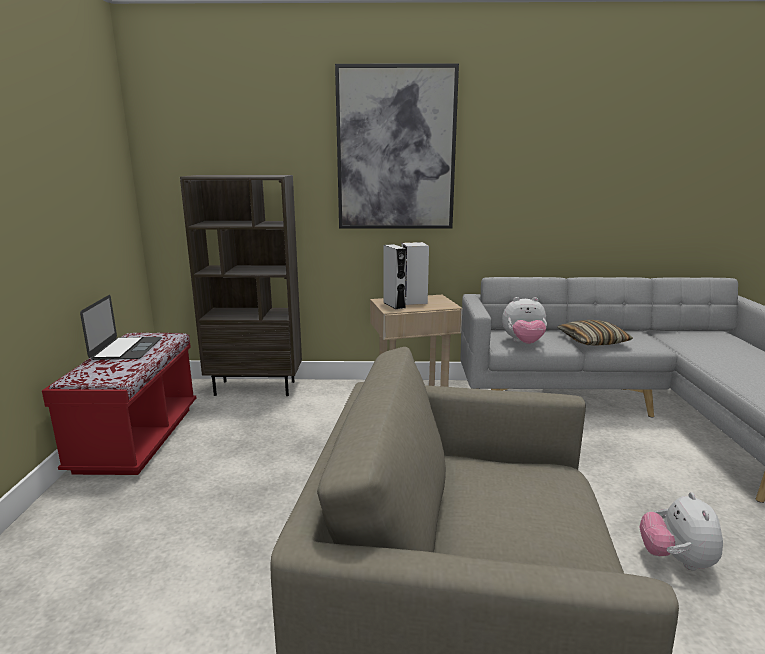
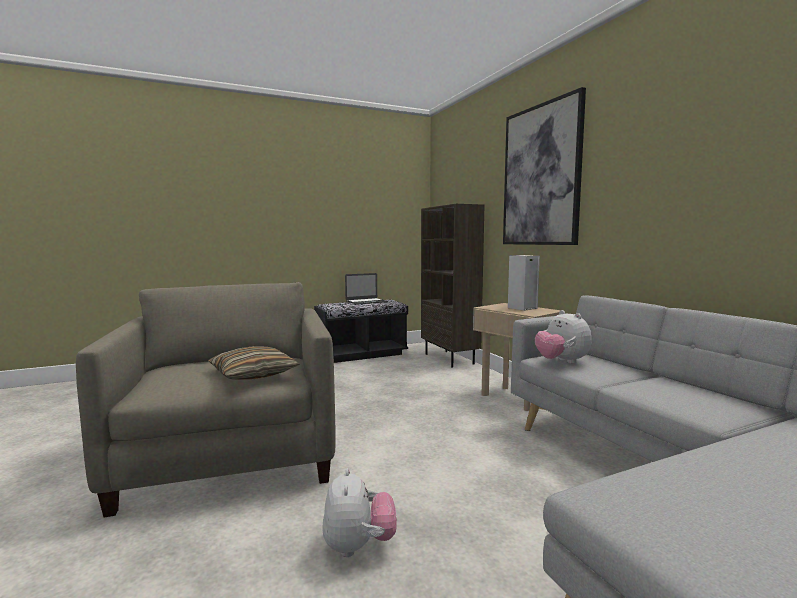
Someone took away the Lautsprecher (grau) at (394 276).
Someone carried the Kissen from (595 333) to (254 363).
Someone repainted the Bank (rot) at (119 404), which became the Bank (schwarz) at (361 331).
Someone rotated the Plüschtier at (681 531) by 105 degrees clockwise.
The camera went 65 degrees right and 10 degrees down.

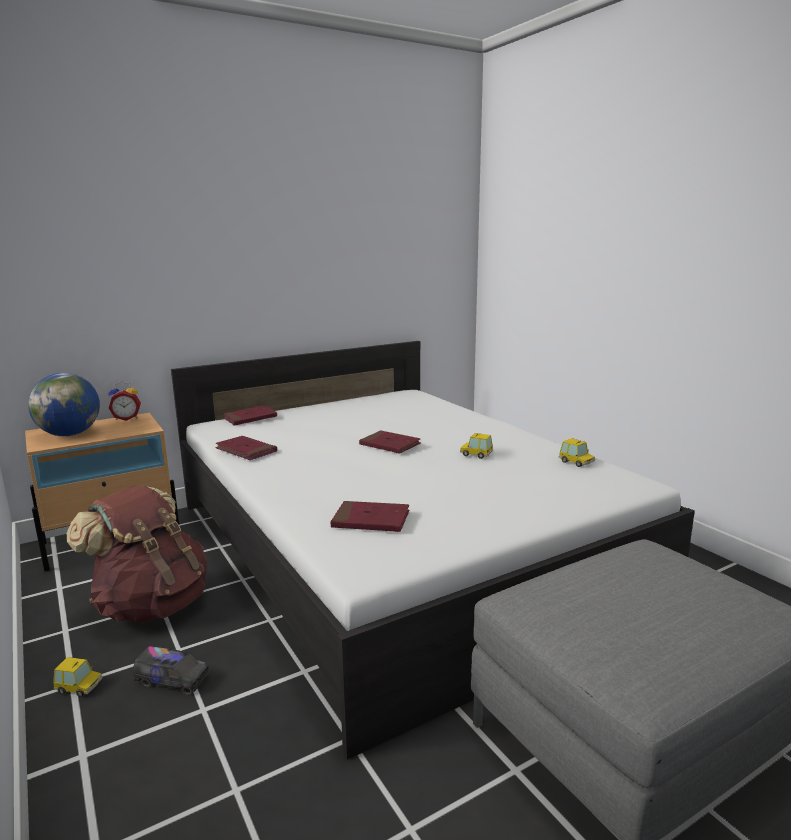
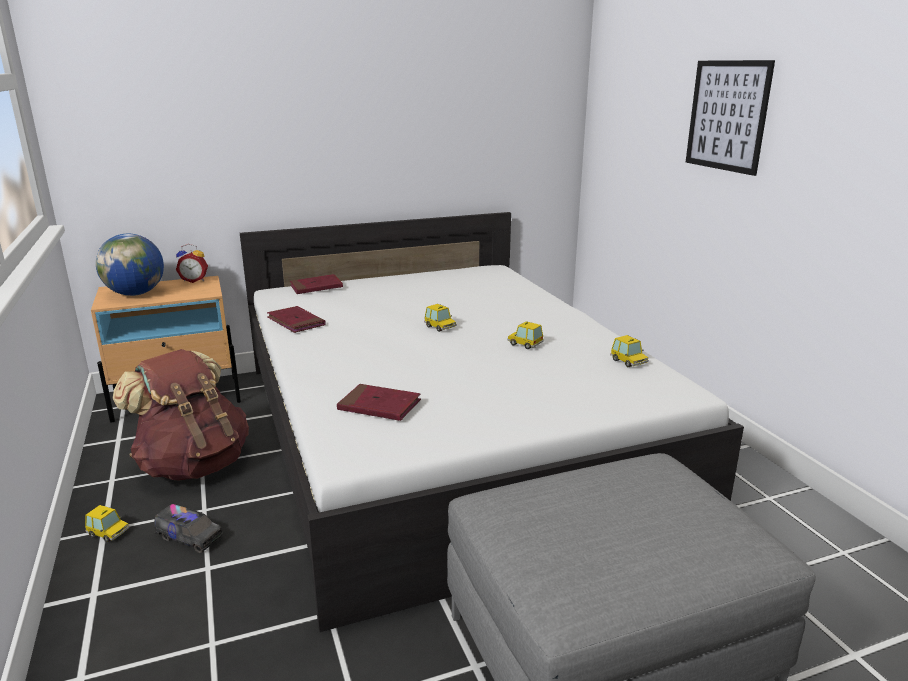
Someone put up the Bild at (730 118).
Someone swapped the Buch (rot) at (390 441) for the Spielzeugauto at (440 318).
The camera went 10 degrees right and 5 degrees up.

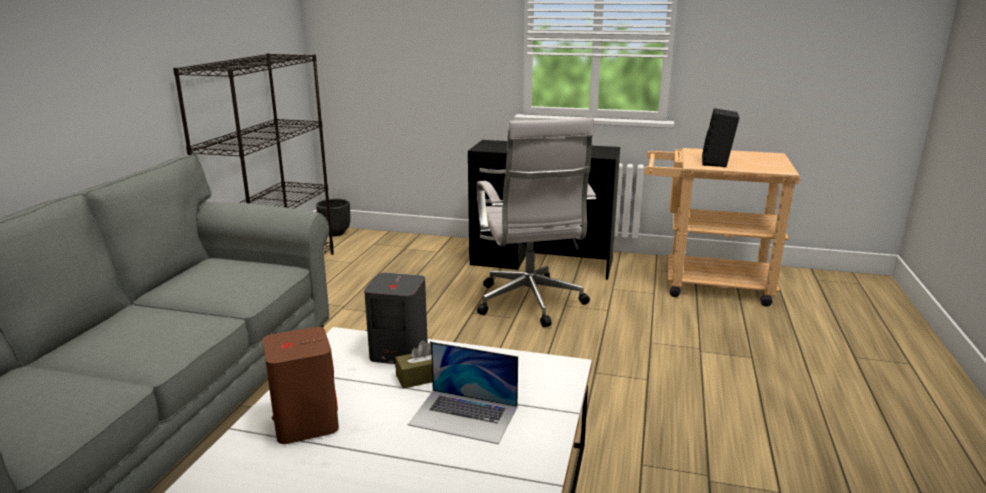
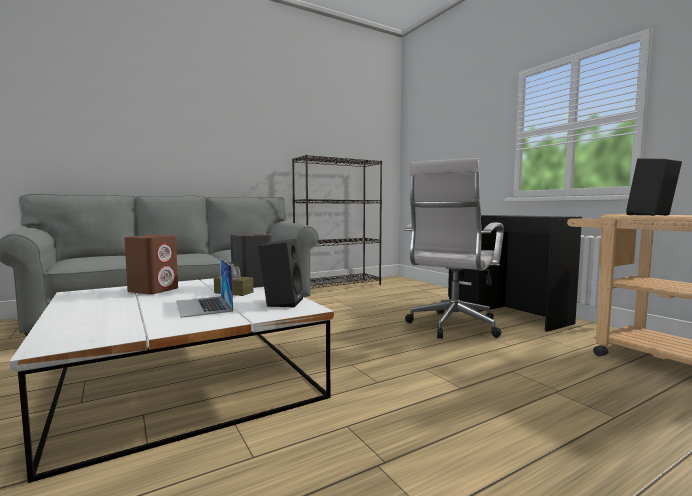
Someone took away the Pflanzkübel (schwarz) at (333 217).
Someone put down the Lautsprecher (schwarz) at (281 273).
The camera went 45 degrees right and 15 degrees down.

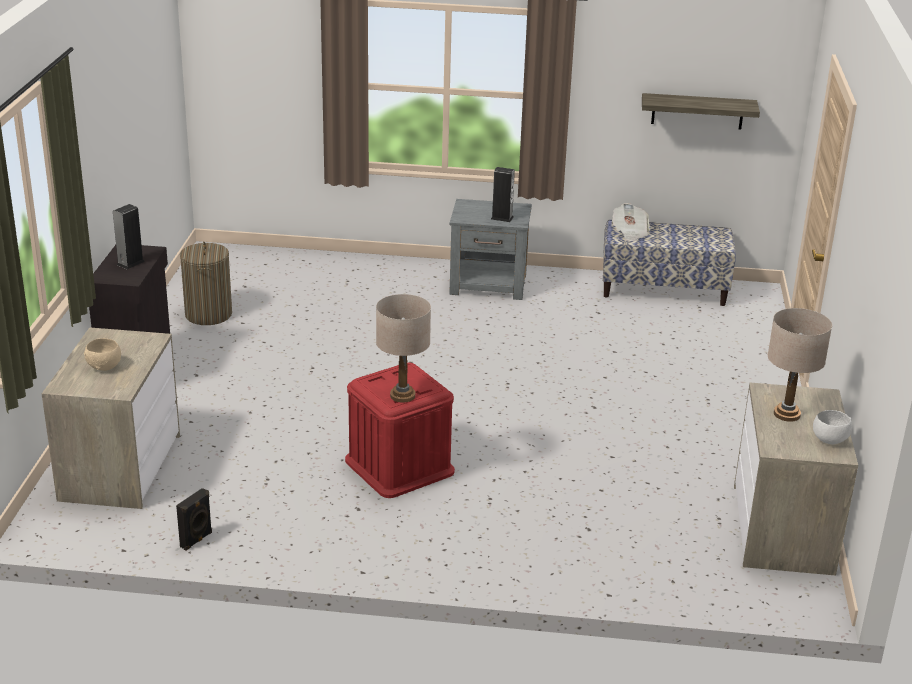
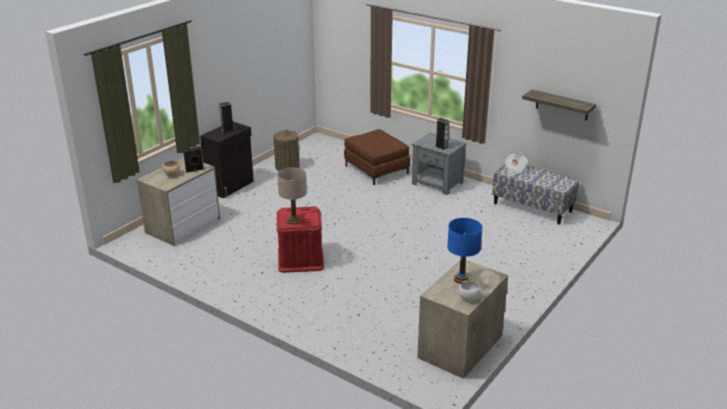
Someone put down the Polsterhocker (braun) at (377 157).
Someone carried the Lautsprecher (schwarz) from (194 519) to (193 159).
Someone repainted the Tischlampe (beige) at (800 365), which became the Tischlampe (blau) at (465 251).
The camera went 30 degrees right and 0 degrees up.

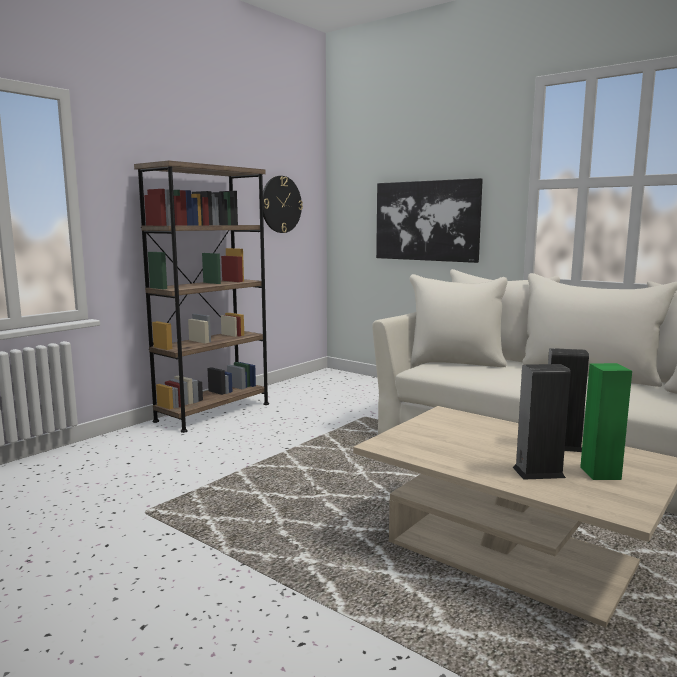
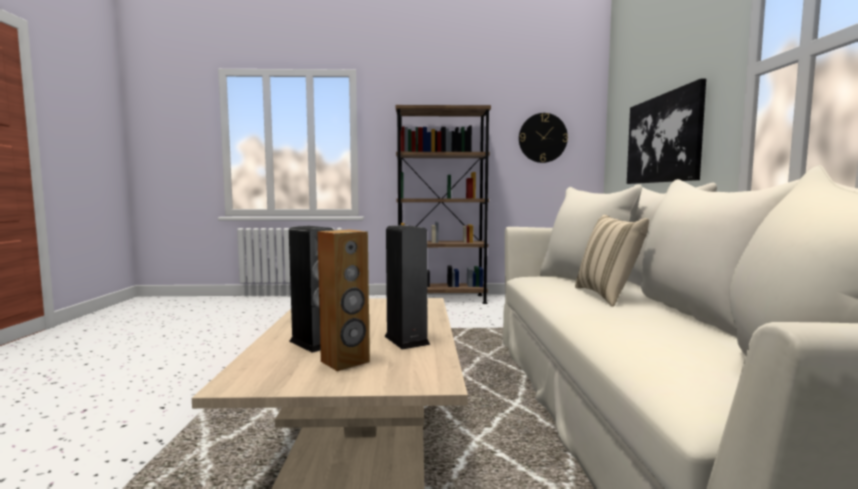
Someone put down the Kissen (beige) at (612 261).
Someone repainted the Lautsprecher (grün) at (606 421), which became the Lautsprecher (braun) at (343 300).
The camera went 50 degrees right and 5 degrees down.

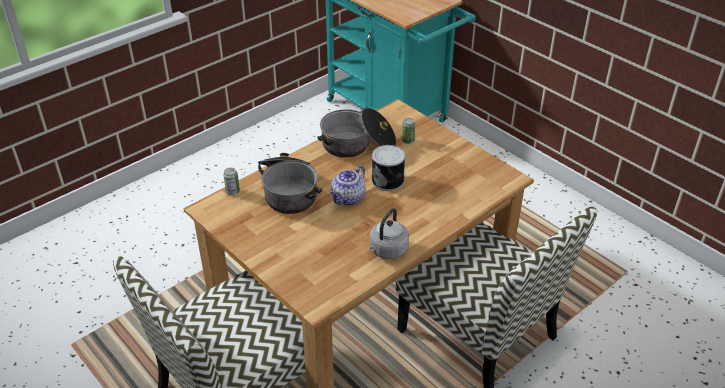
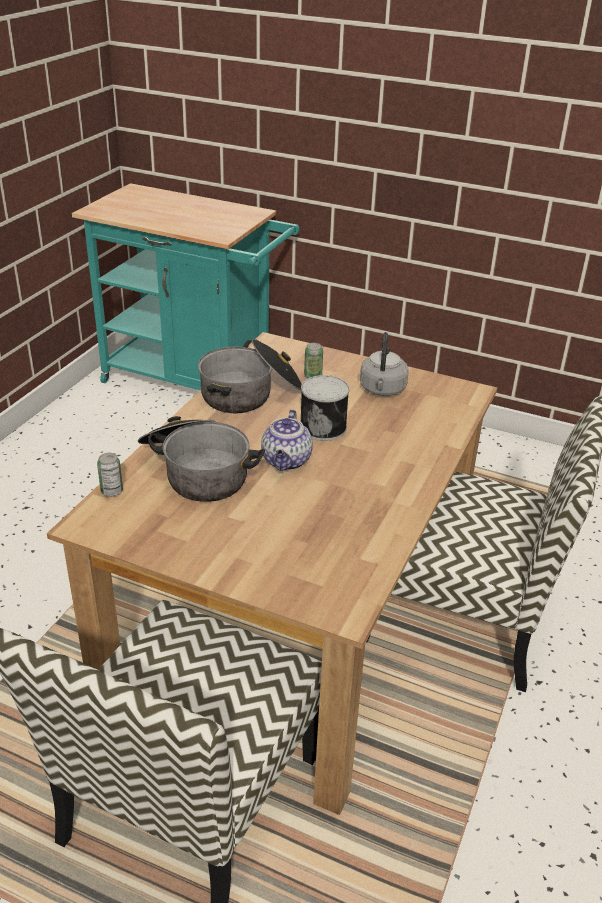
Someone carried the Wasserkessel (grau) from (389 233) to (384 364).
The camera went 25 degrees left and 5 degrees down.

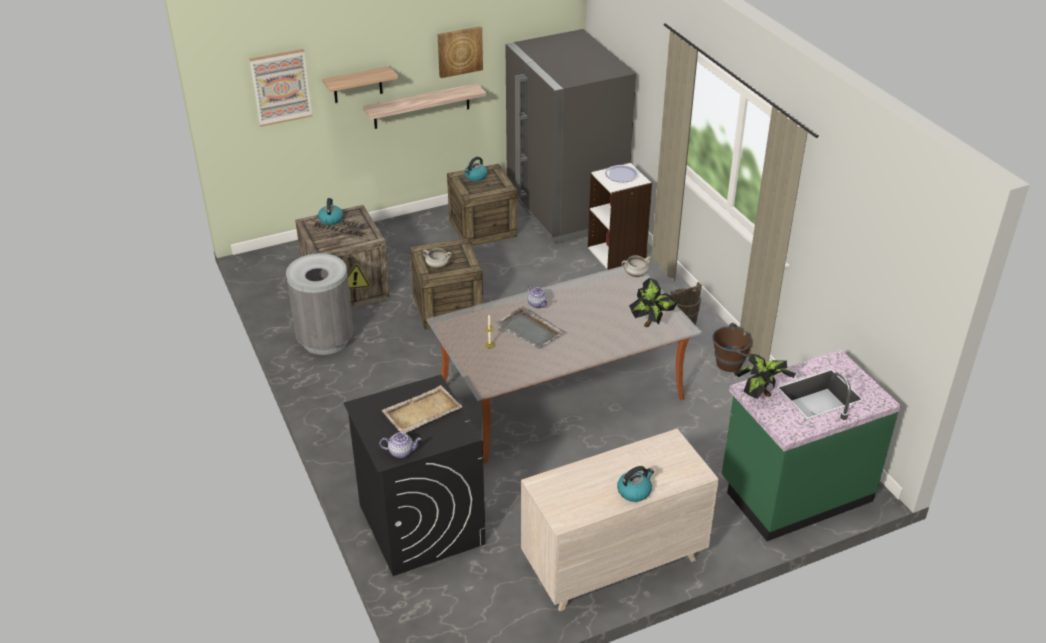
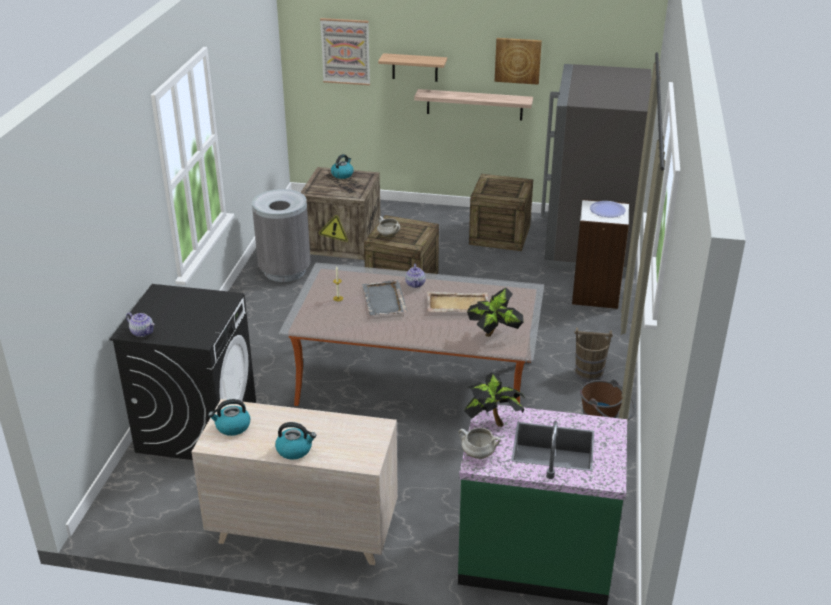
Someone carried the Tablett (beige) from (422 409) to (457 301).
Someone carried the Wasserkessel from (475 169) to (229 417).
Someone carried the Kochtopf (weiß) from (637 266) to (479 443).
The camera went 35 degrees right and 5 degrees down.

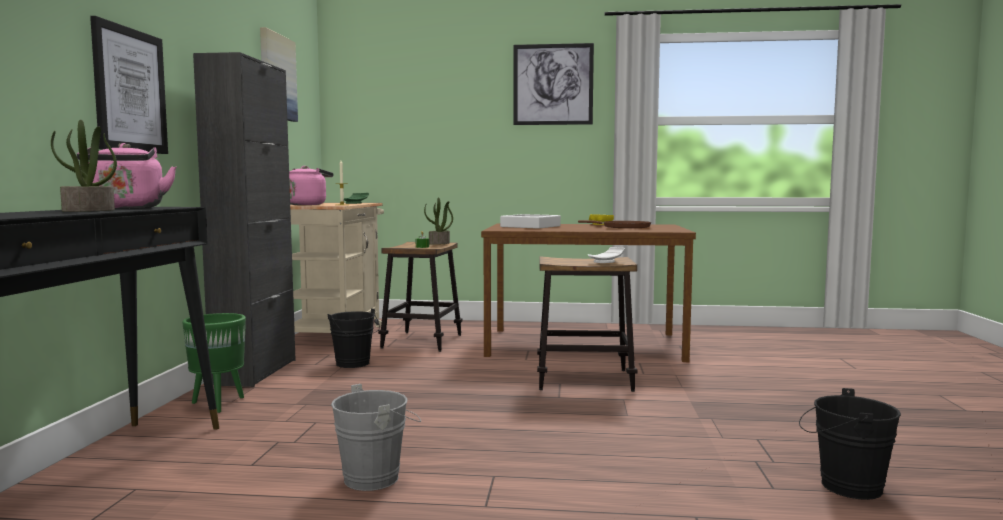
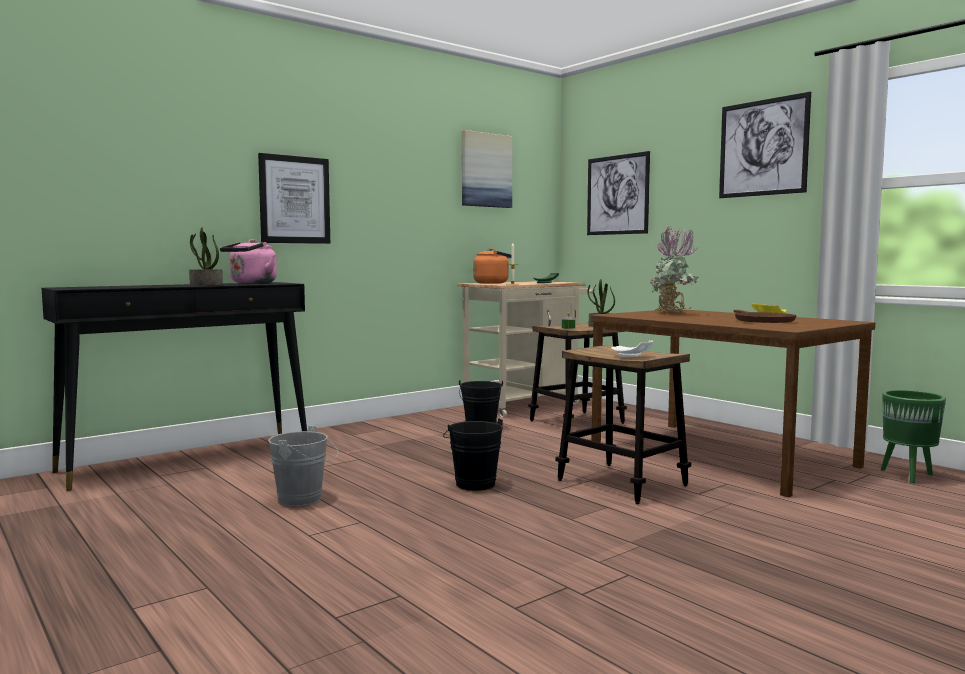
Someone took away the Schrank (schwarz) at (244 219).
Someone put up the Bild at (618 193).
Someone carried the Pflanzkübel (grün) from (214 363) to (913 437).
Someone carried the Eimer (schwarz) from (850 444) to (473 454).
Someone swapped the Tablett (weiß) at (530 221) for the Topfpflanze at (674 269).
Someone repainted the Wasserkessel (rosa) at (311 185), which became the Wasserkessel (orange) at (492 266).
The camera went 45 degrees right and 0 degrees up.

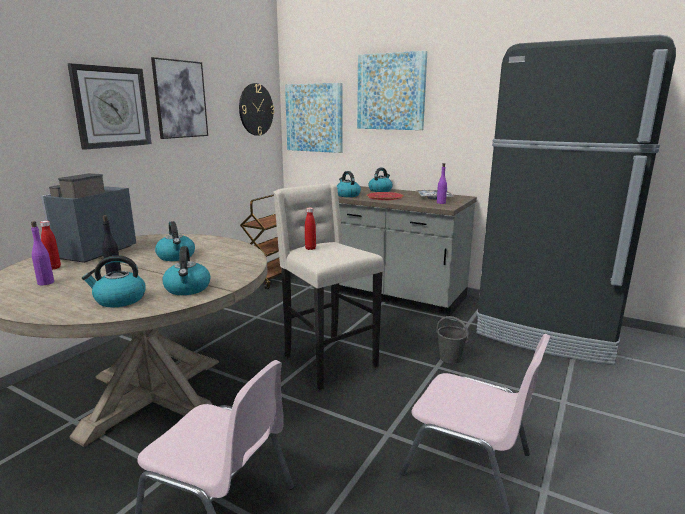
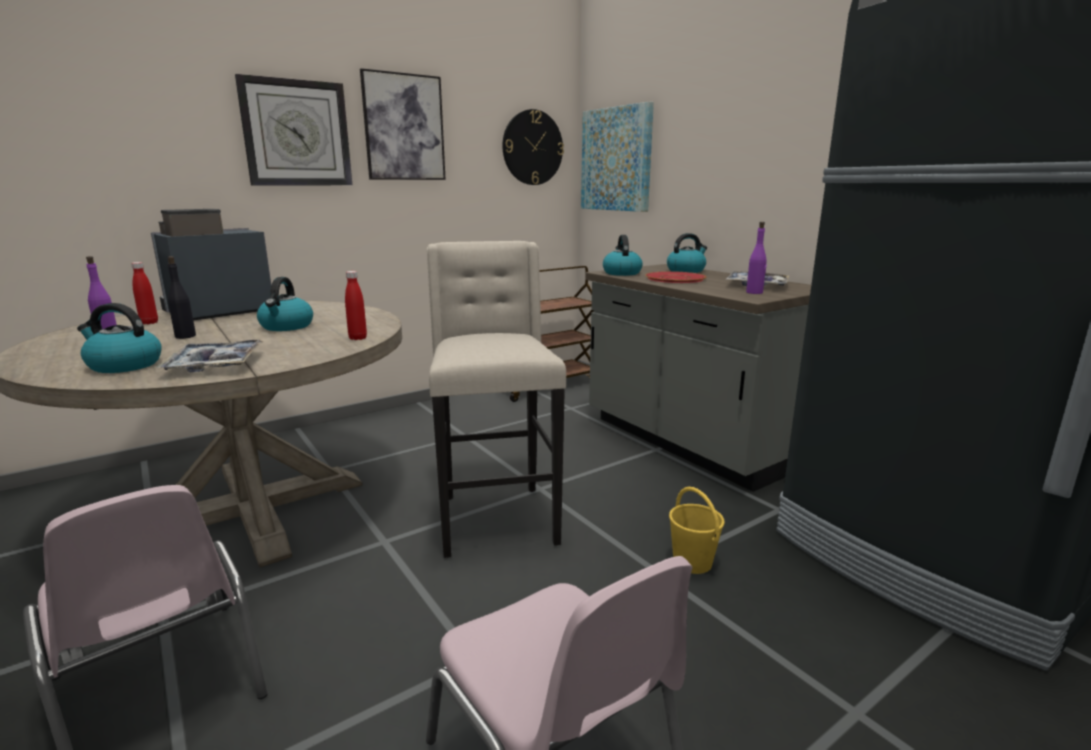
Someone took away the Bild at (392 90).
Someone carried the Flasche (rot) from (310 229) to (356 305).
Someone swapped the Wasserkessel at (186 270) for the Tablett at (210 356).
Someone repainted the Eimer (grau) at (452 340), which became the Eimer (gelb) at (697 530).
The camera went 25 degrees right and 0 degrees up.

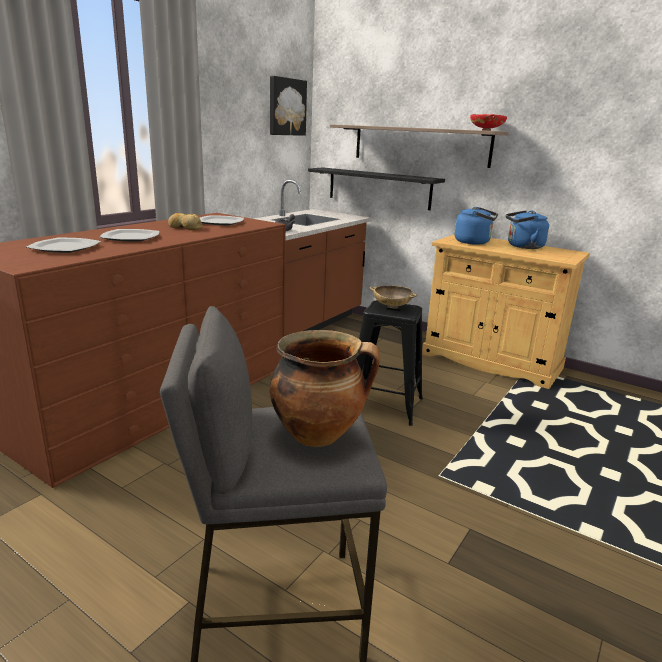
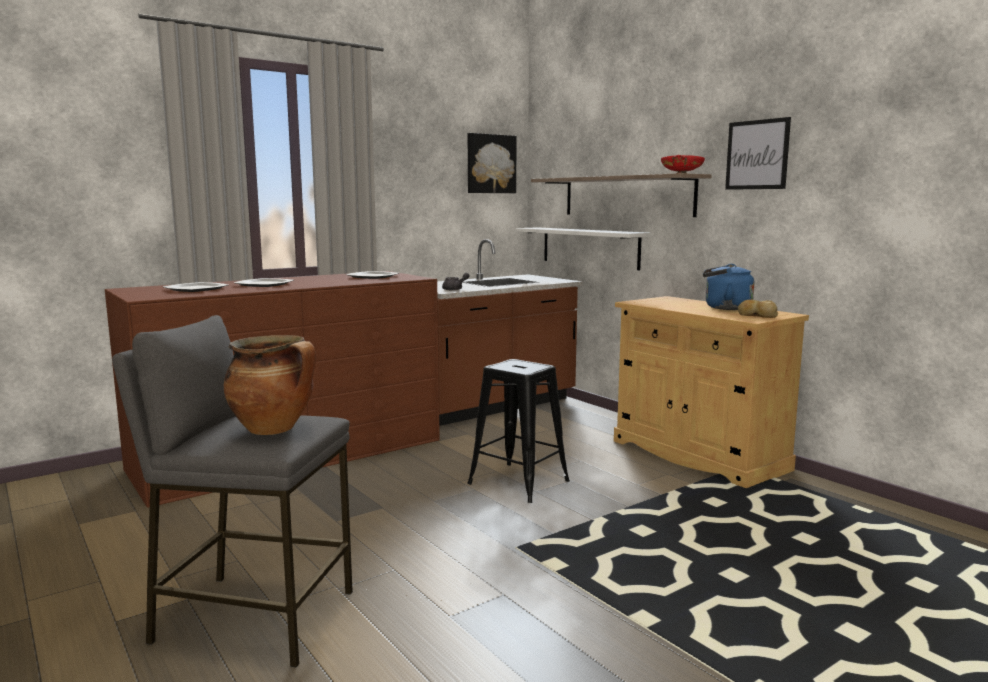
Someone took away the Schüssel (beige) at (393 297).
Someone took away the Wasserkessel (blau) at (476 226).
Someone put up the Bild at (758 153).
Someone carried the Brot from (185 221) to (758 309).
Someone repainted the Wandregal (schwarz) at (376 189), which became the Wandregal (weiß) at (584 248).
The camera went 20 degrees right and 10 degrees down.

